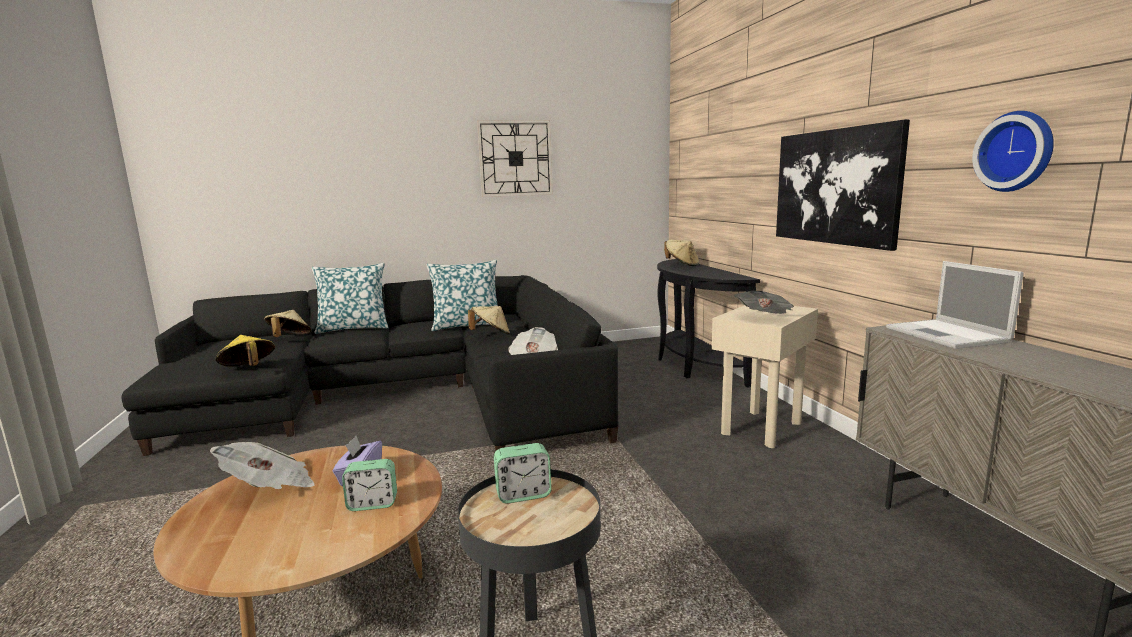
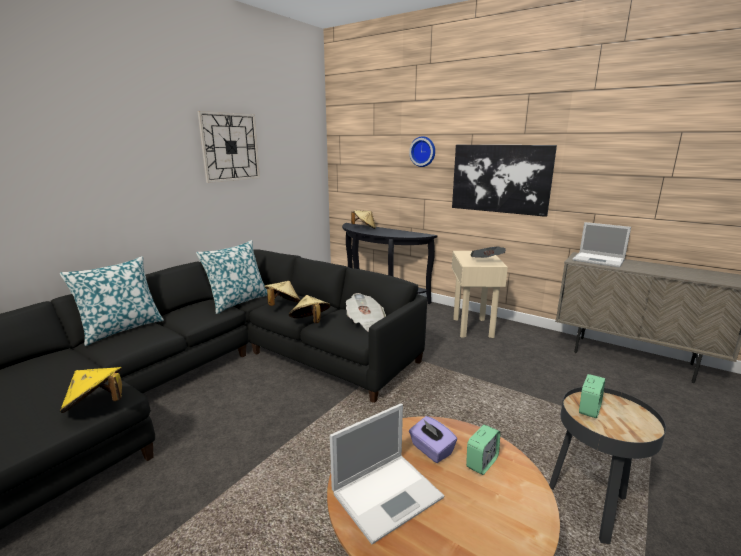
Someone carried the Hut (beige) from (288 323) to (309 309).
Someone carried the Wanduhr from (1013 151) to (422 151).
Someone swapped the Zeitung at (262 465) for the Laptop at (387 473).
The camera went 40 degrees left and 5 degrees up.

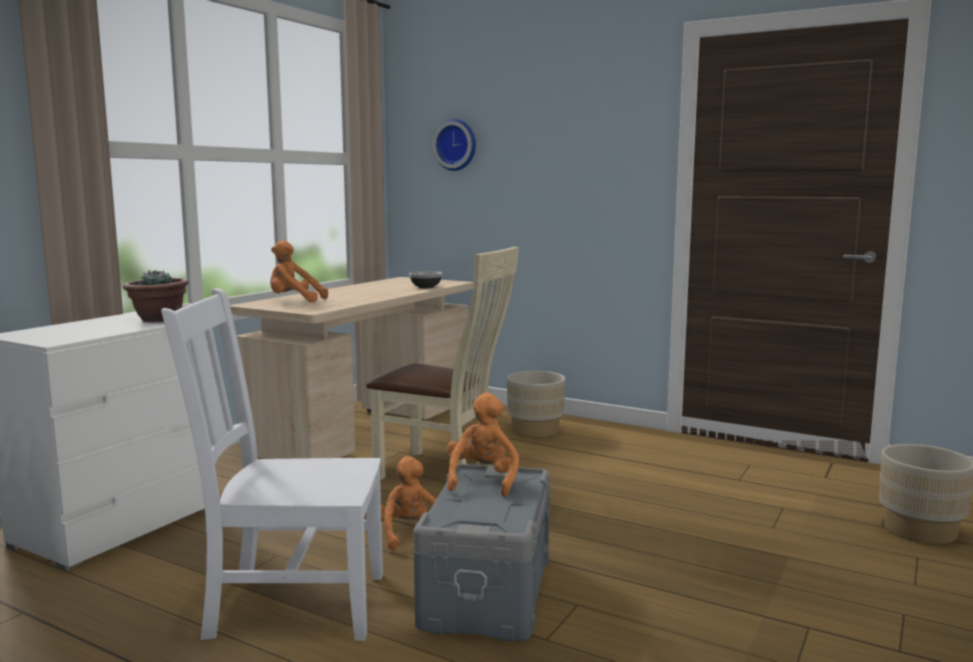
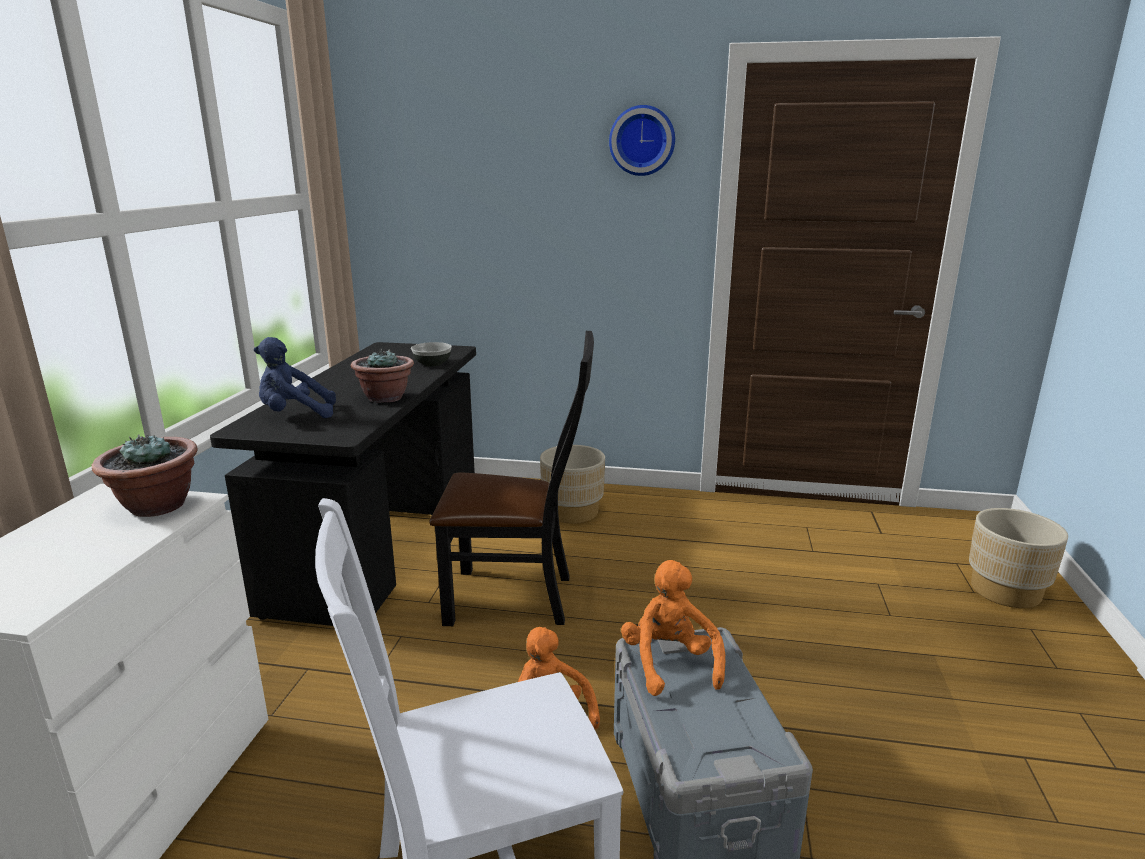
Someone put down the Topfpflanze at (382 376).
Someone carried the Wanduhr from (454 145) to (642 140).
Someone repainted the Schreibtisch (beige) at (352 368), which became the Schreibtisch (schwarz) at (343 484).
Someone repainted the Plüschtier (orange) at (299 271), which became the Plüschtier (blau) at (295 377).
Someone repainted the Stuhl (beige) at (442 363), which became the Stuhl (schwarz) at (511 478).
The camera went 20 degrees left and 10 degrees up.

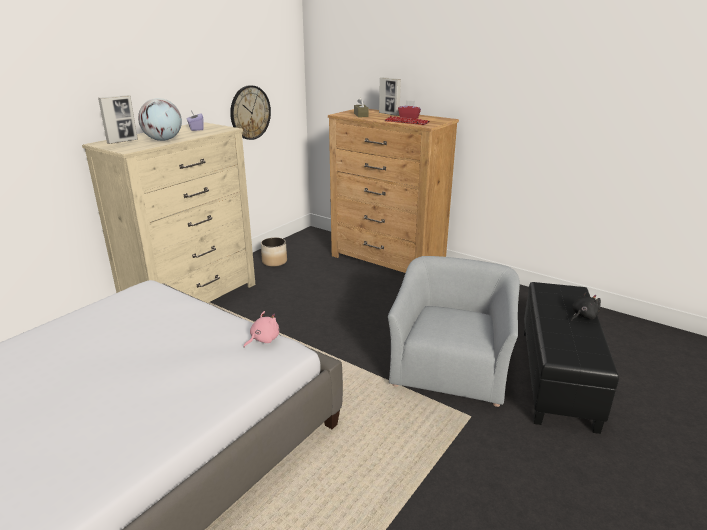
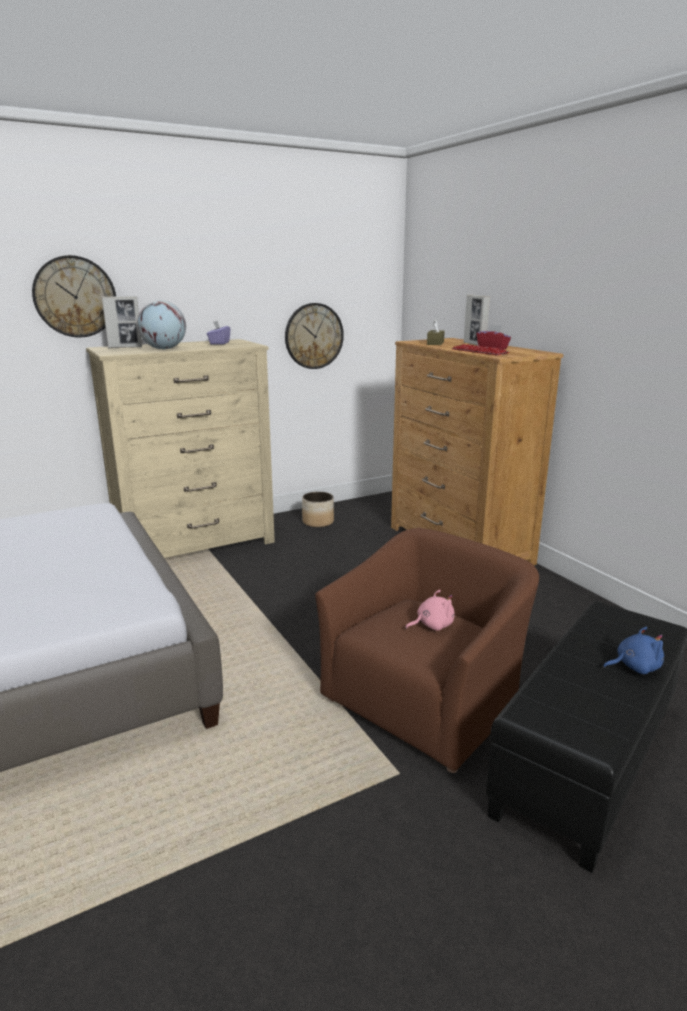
Someone put up the Wanduhr at (74 296).
Someone carried the Plüschtier (rosa) from (261 329) to (430 610).
Someone repainted the Sessel (grau) at (454 331), which became the Sessel (braun) at (427 650).
Someone repainted the Plüschtier (schwarz) at (586 306), which became the Plüschtier (blau) at (633 650).
The camera went 25 degrees right and 5 degrees down.

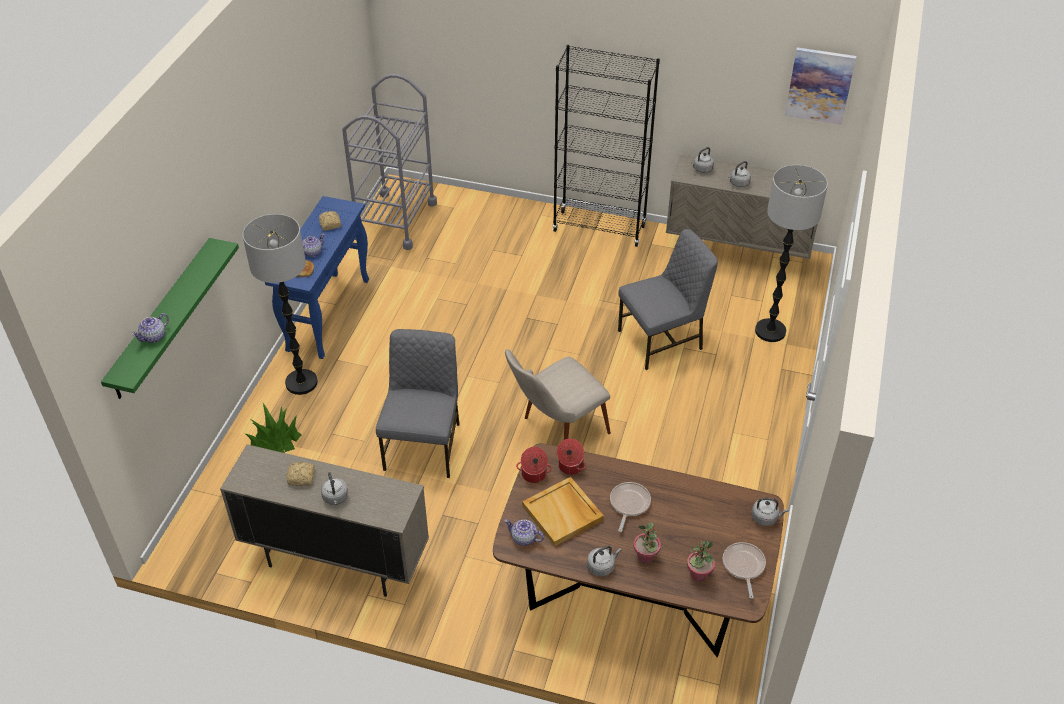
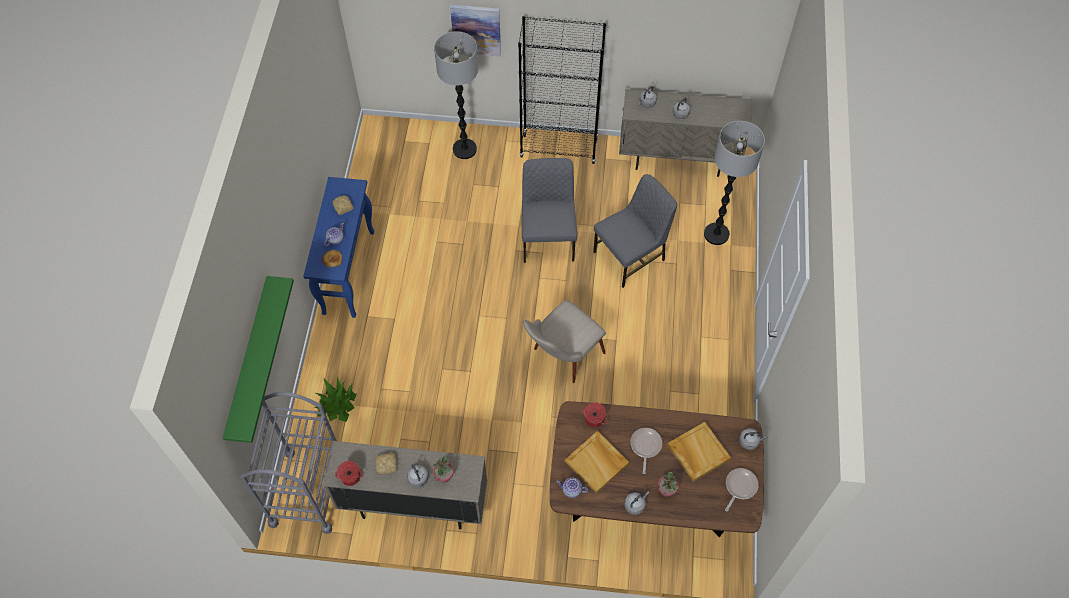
Someone took away the Teekanne at (150 328).
Someone put down the Tablett (beige) at (699 452).
Someone carried the Stehlampe from (280 304) to (456 95).
Someone carried the Rollwagen (grau) from (389 162) to (288 463).
Someone carried the Stuhl (grau) from (418 403) to (549 210).
Someone carried the Kochtopf from (534 465) to (349 473).
Someone carried the Topfpflanze from (701 561) to (443 469).
Someone carried the Bild from (820 86) to (475 31).
Someone rotated the Pfanne at (744 570) by 45 degrees clockwise.
The camera went 10 degrees left and 15 degrees up.

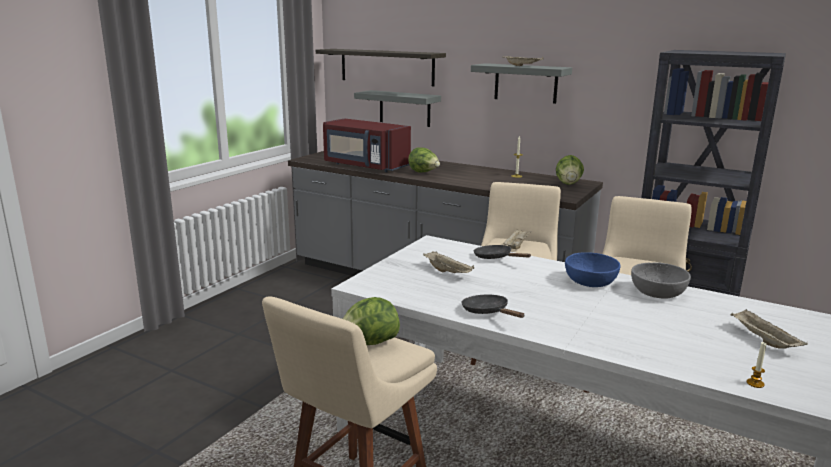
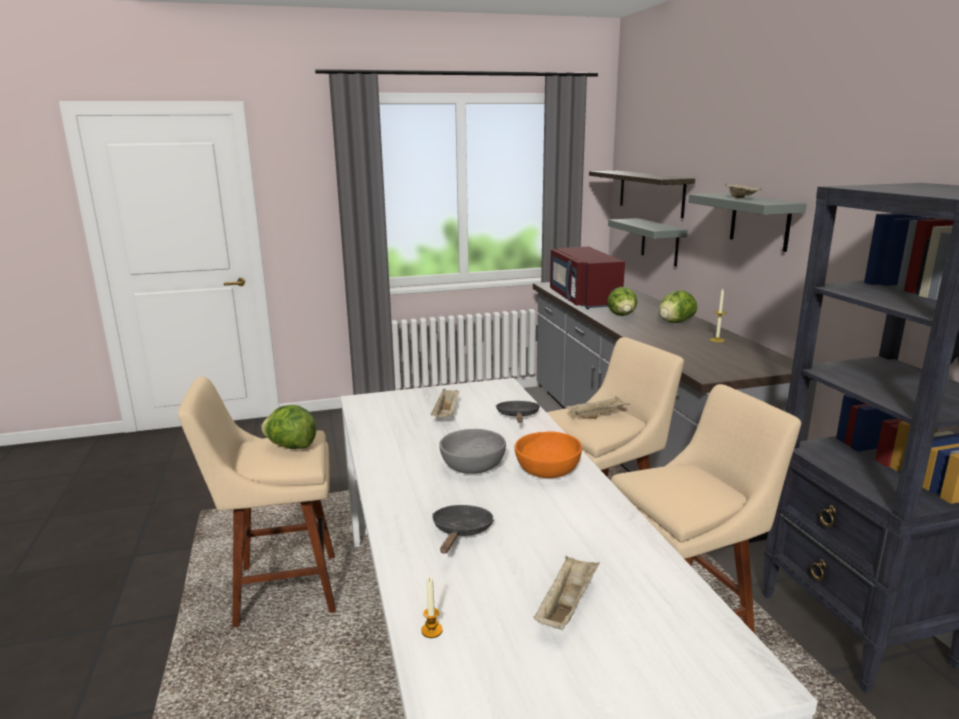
Someone carried the Pfanne (schwarz) from (492 306) to (463 529).
Someone carried the Salatkopf from (570 170) to (678 306).
Someone carried the Schüssel (grau) from (661 280) to (472 451).
Someone repainted the Schüssel (blau) at (593 269), which became the Schüssel (orange) at (548 454).
The camera went 45 degrees right and 0 degrees up.

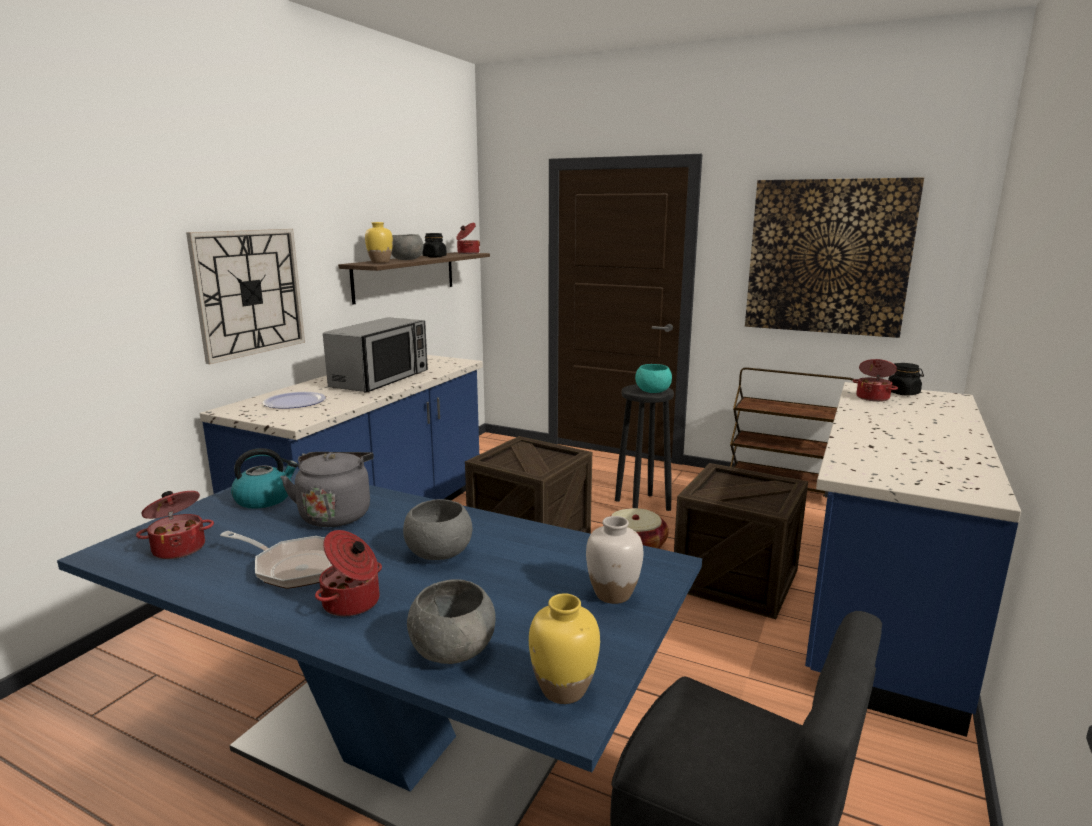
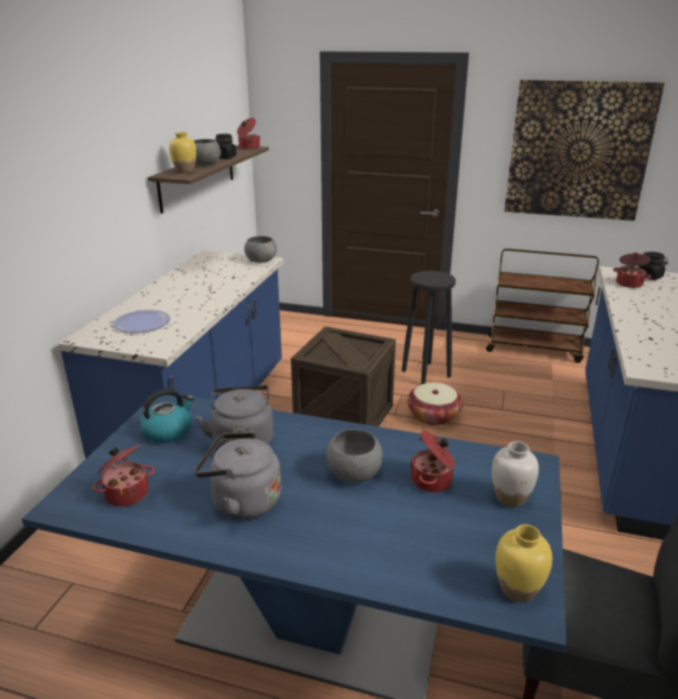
Someone took away the Wanduhr at (245 296).
Someone took away the Mikrowelle at (375 354).
Someone took away the Schüssel (türkis) at (653 378).
Someone took away the Kiste at (741 541).
Someone carried the Kochtopf from (348 573) to (432 461).
Someone carried the Schüssel (grau) from (451 621) to (260 249).
Someone swapped the Pfanne at (276 560) for the Wasserkessel (grau) at (238 475).
The camera went 10 degrees left and 10 degrees up.

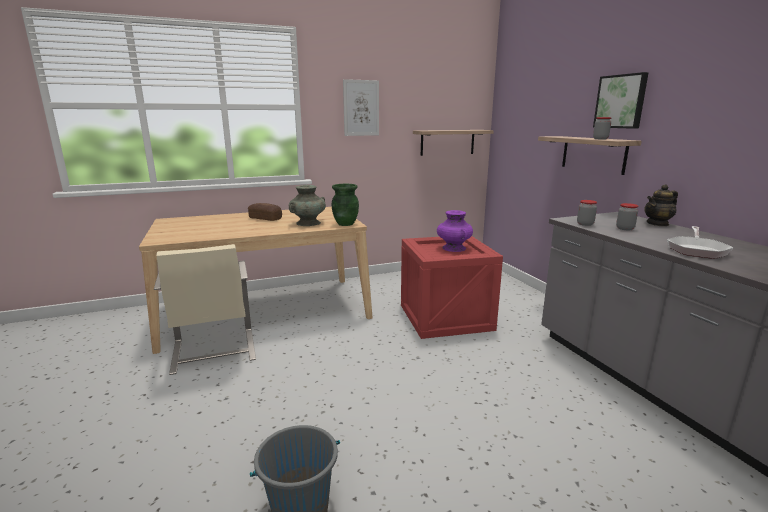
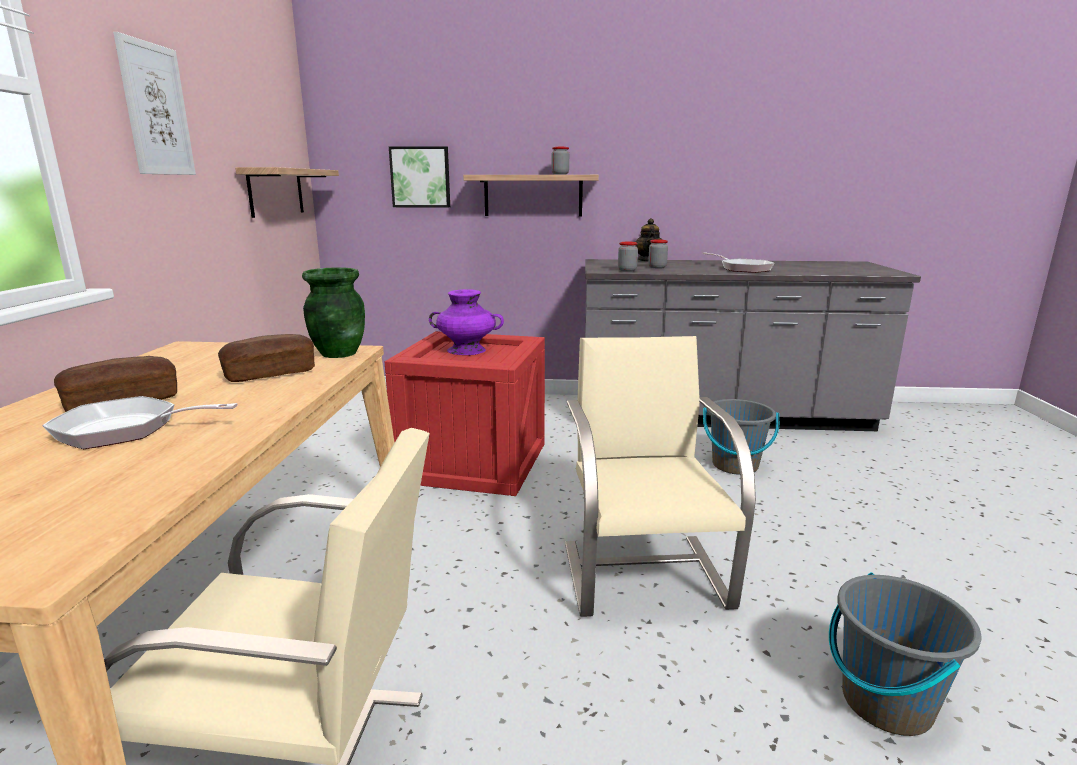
Someone put down the Pfanne at (140 422).
Someone put down the Stuhl (beige) at (660 476).
Someone put down the Eimer (grau) at (741 437).
Someone carried the Bild from (621 100) to (419 177).
Someone swapped the Vase (türkis) at (307 205) for the Brot at (266 358).
The camera went 65 degrees left and 0 degrees up.

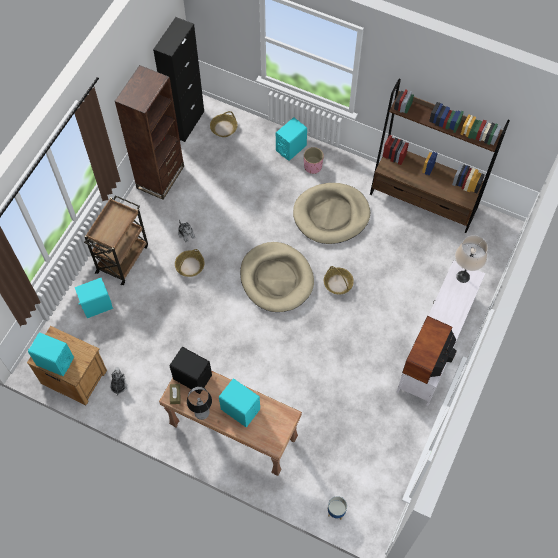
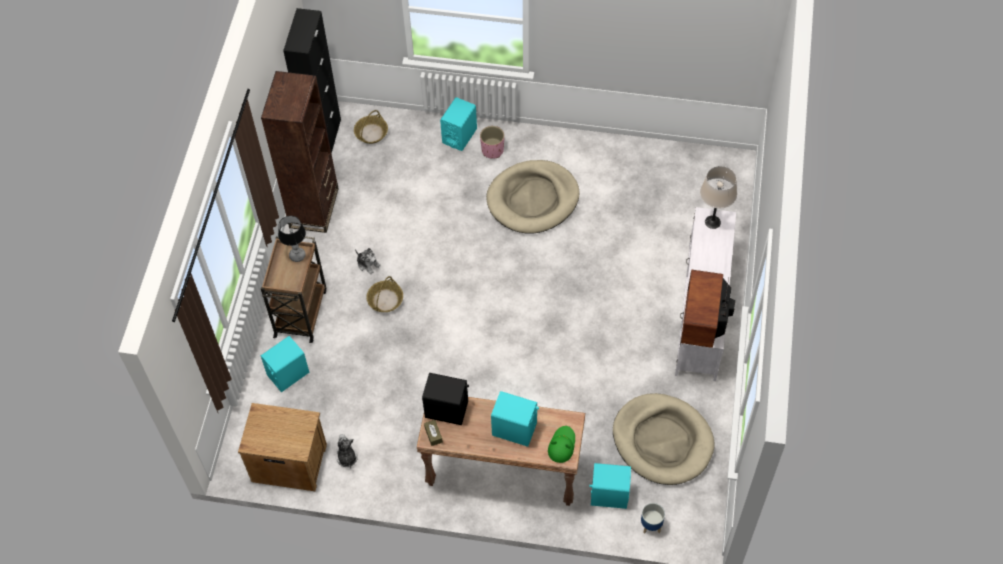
Someone took away the Korb at (339 280).
Someone took away the Bücherregal (braun) at (440 156).
Someone put down the Hut (grün) at (561 444).
Someone carried the Lautsprecher (türkis) from (51 354) to (610 486).
Someone carried the Tischlampe from (199 403) to (292 239).
Someone carried the Hundebett (beige) from (277 277) to (663 439).
The camera went 15 degrees left and 5 degrees down.

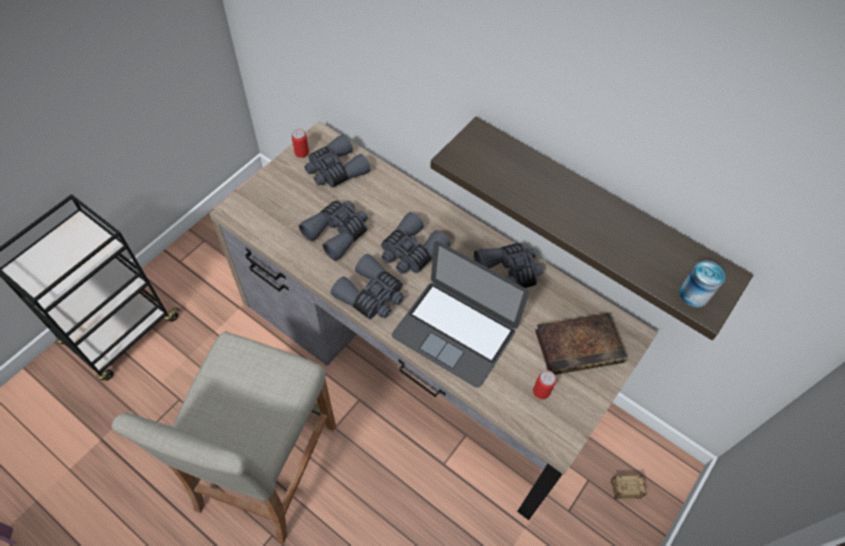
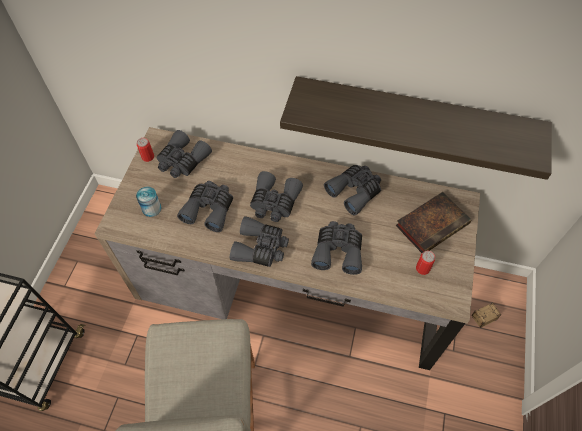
Someone carried the Dose from (702 284) to (148 202).
Someone swapped the Laptop at (460 314) for the Fernglas (grau) at (336 248).
The camera went 20 degrees left and 0 degrees up.

